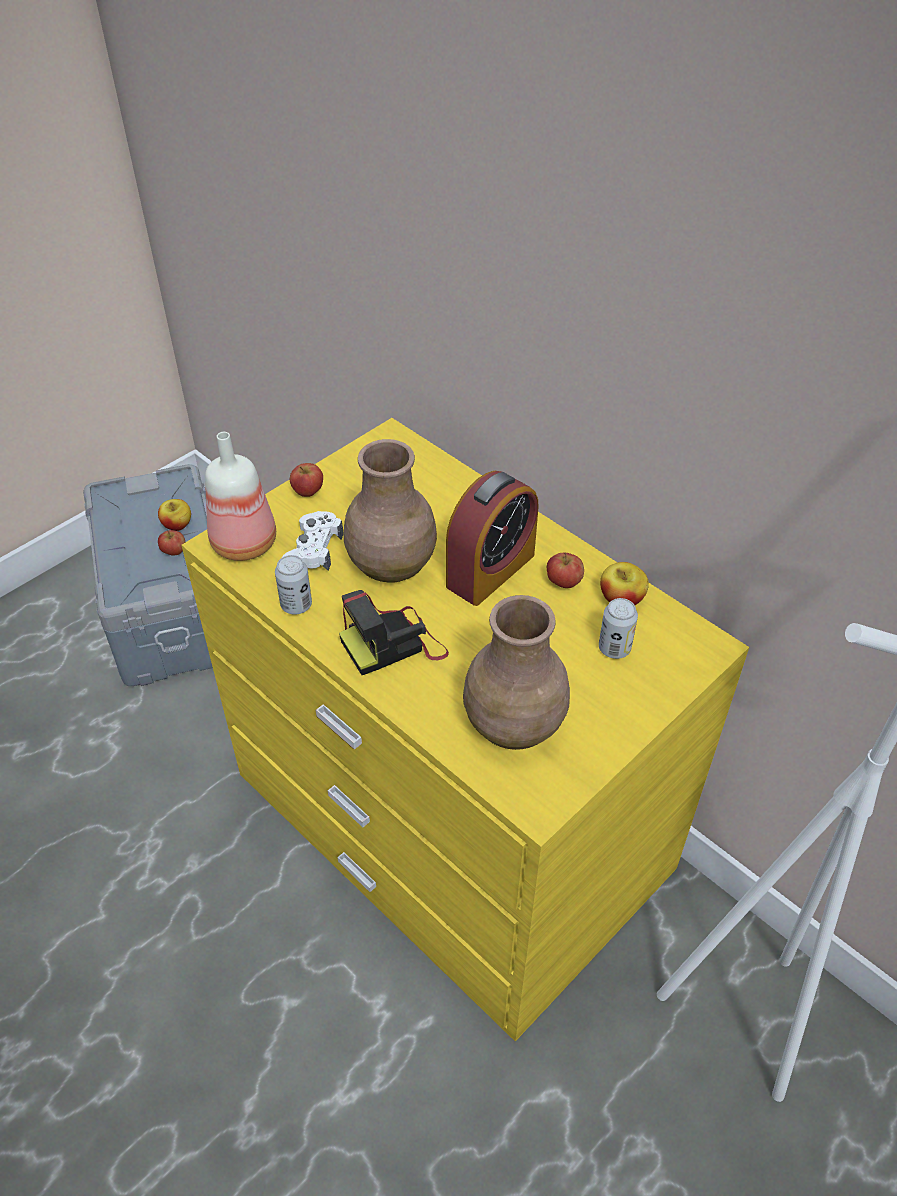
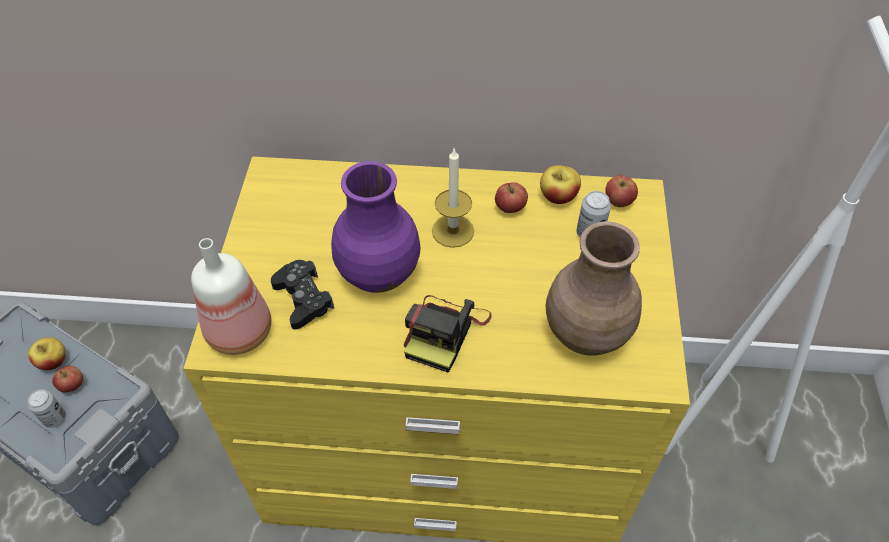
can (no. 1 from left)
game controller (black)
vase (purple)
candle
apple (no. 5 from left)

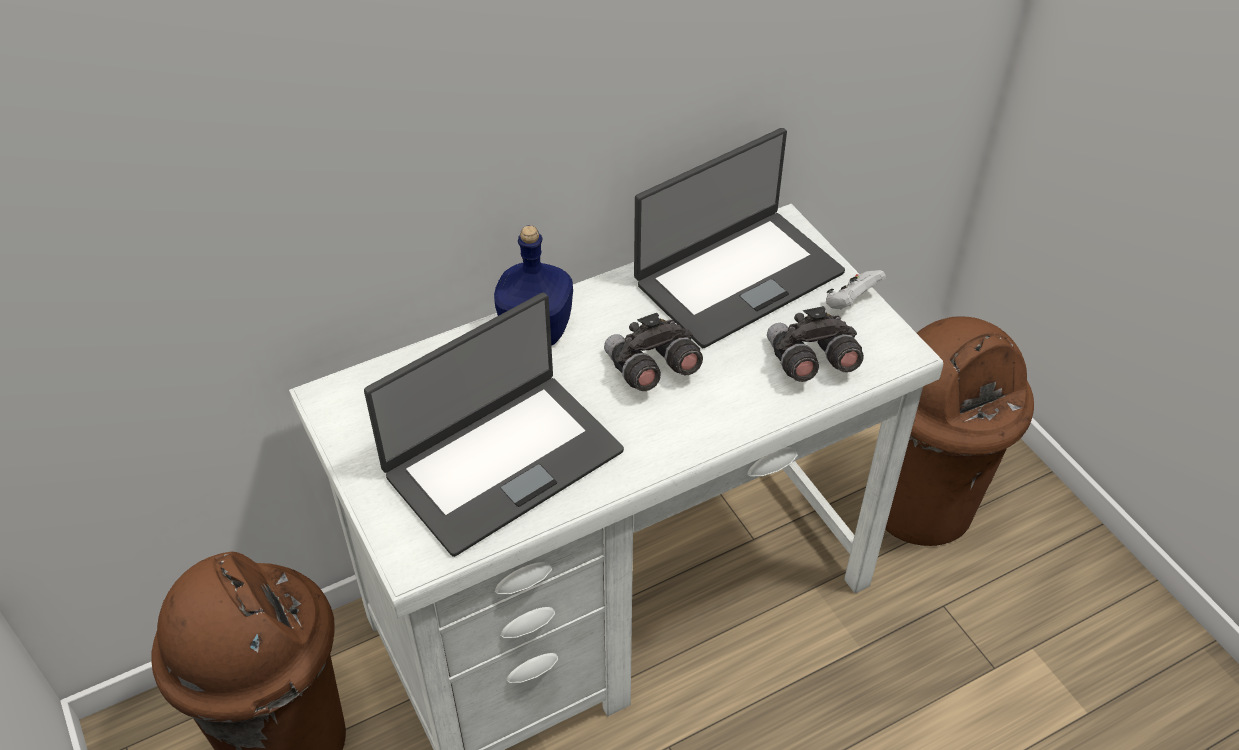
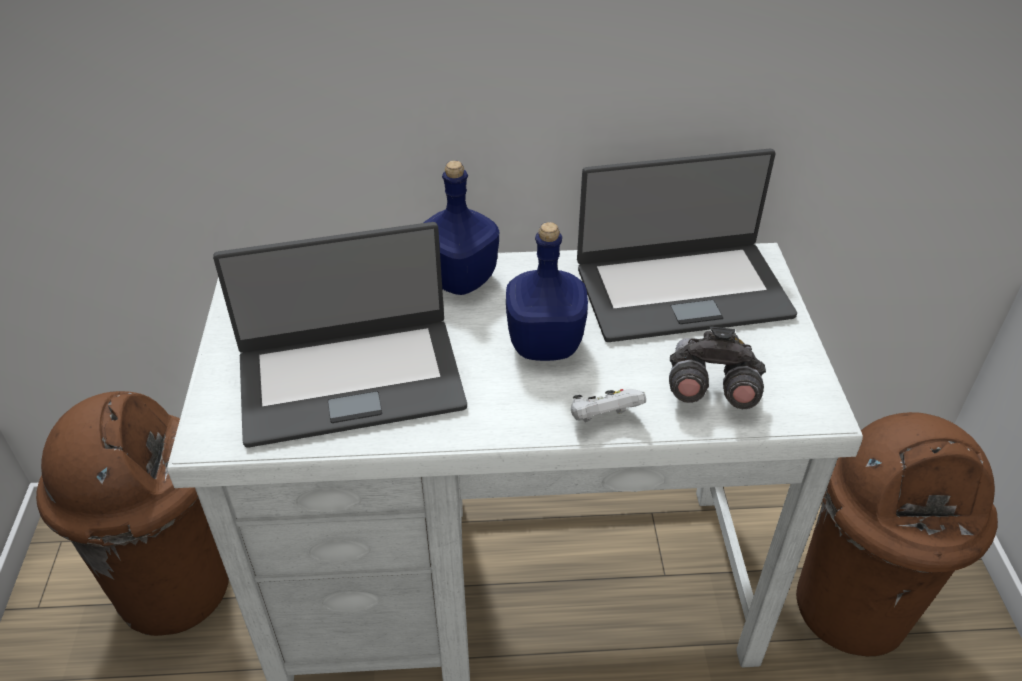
bottle (blue) (no. 2 from left)
game controller (white)

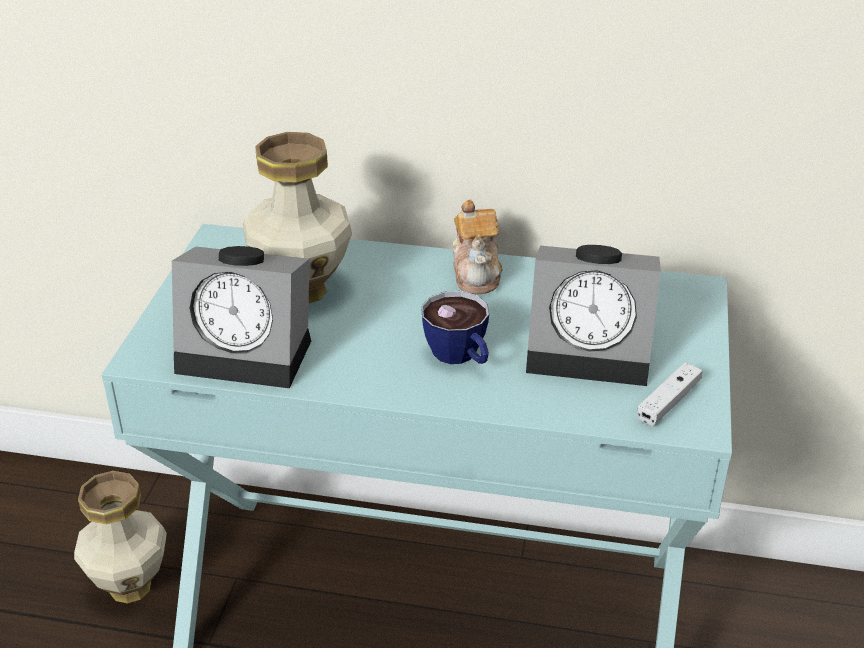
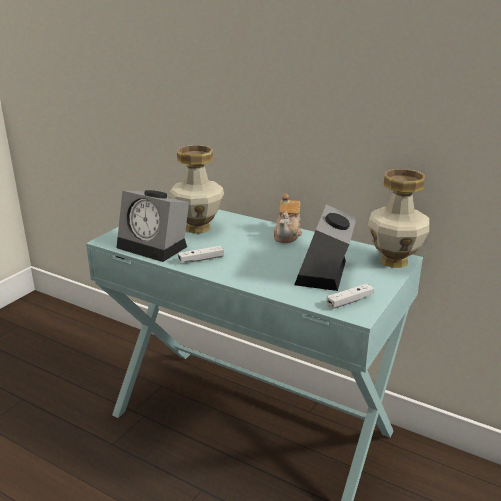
game controller (white) (no. 1 from left)
alarm clock (no. 2 from left)
vase (no. 2 from left)
cup

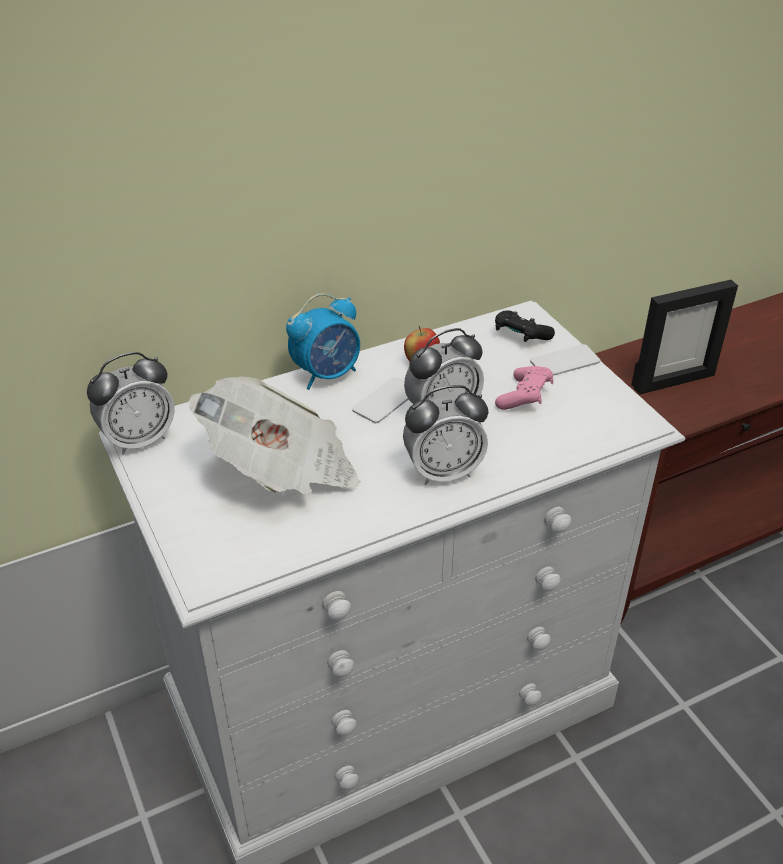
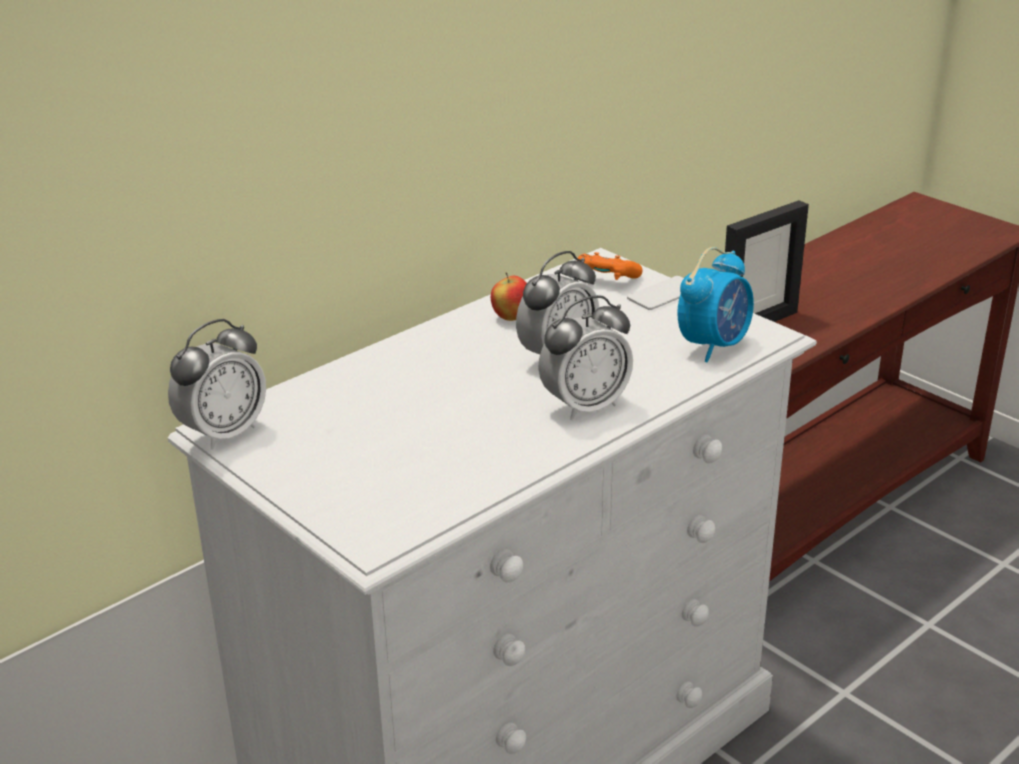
game controller (orange)
alarm clock (no. 4 from left)
newspaper
phone (no. 1 from left in the first image)
game controller (pink)

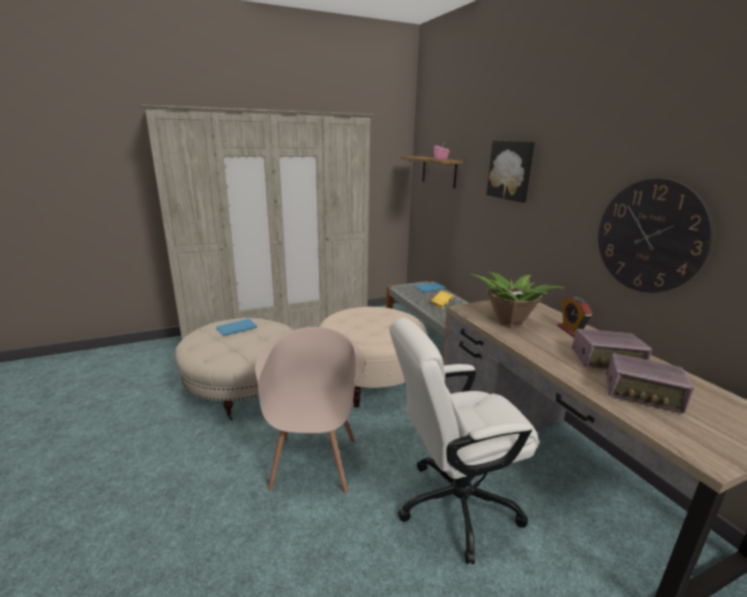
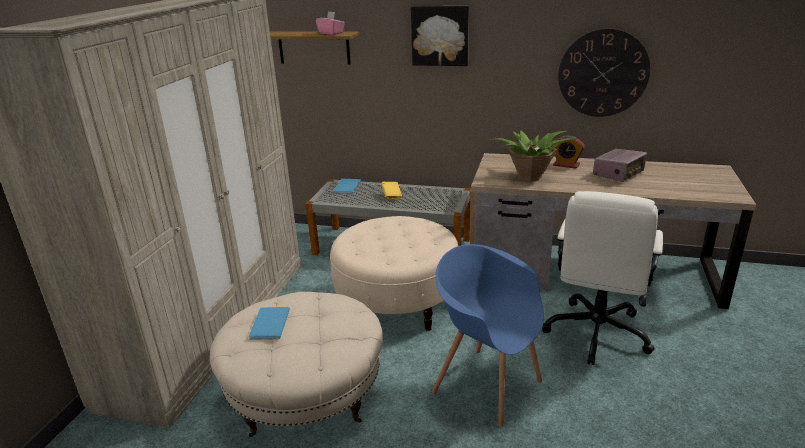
chair (blue)
radio (no. 2 from left in the first image)

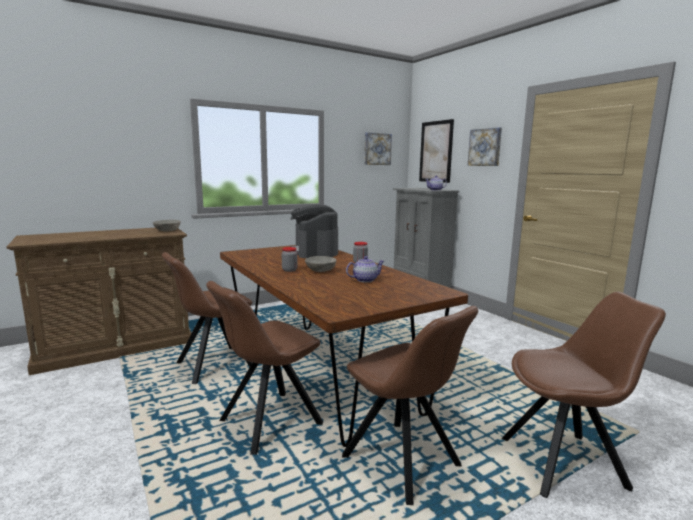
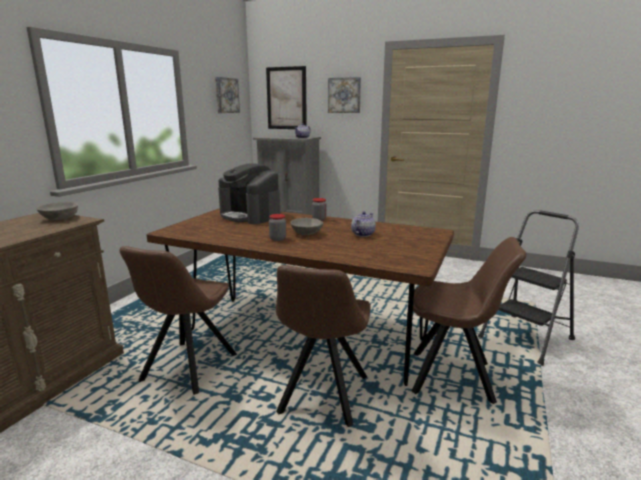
step ladder (black)

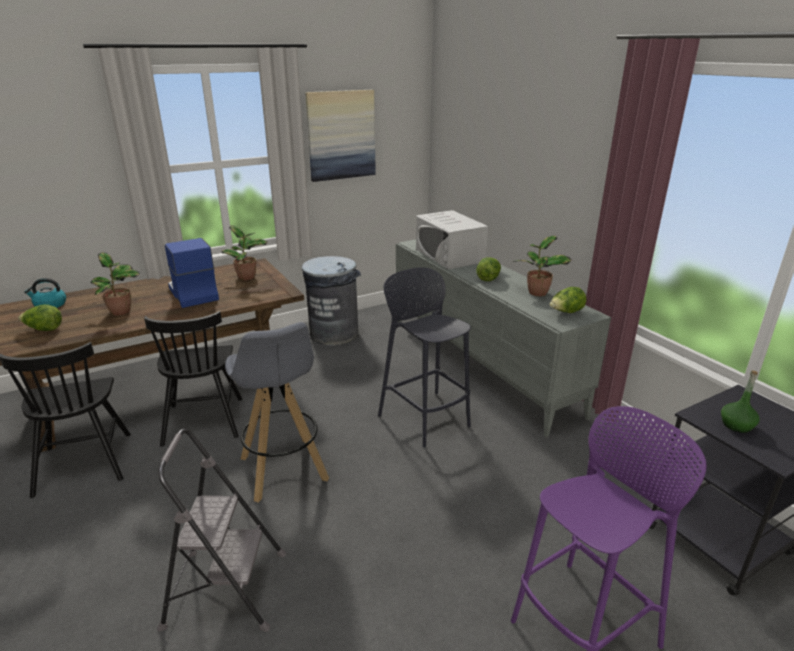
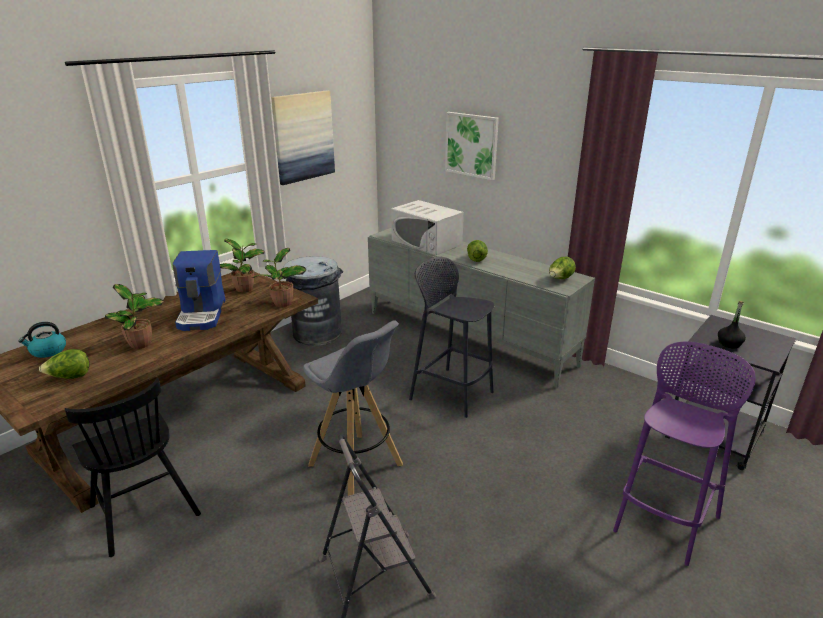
coffee machine
potted plant (no. 3 from left)
picture (no. 2 from left)
bottle (black)
chair (black) (no. 2 from left in the first image)

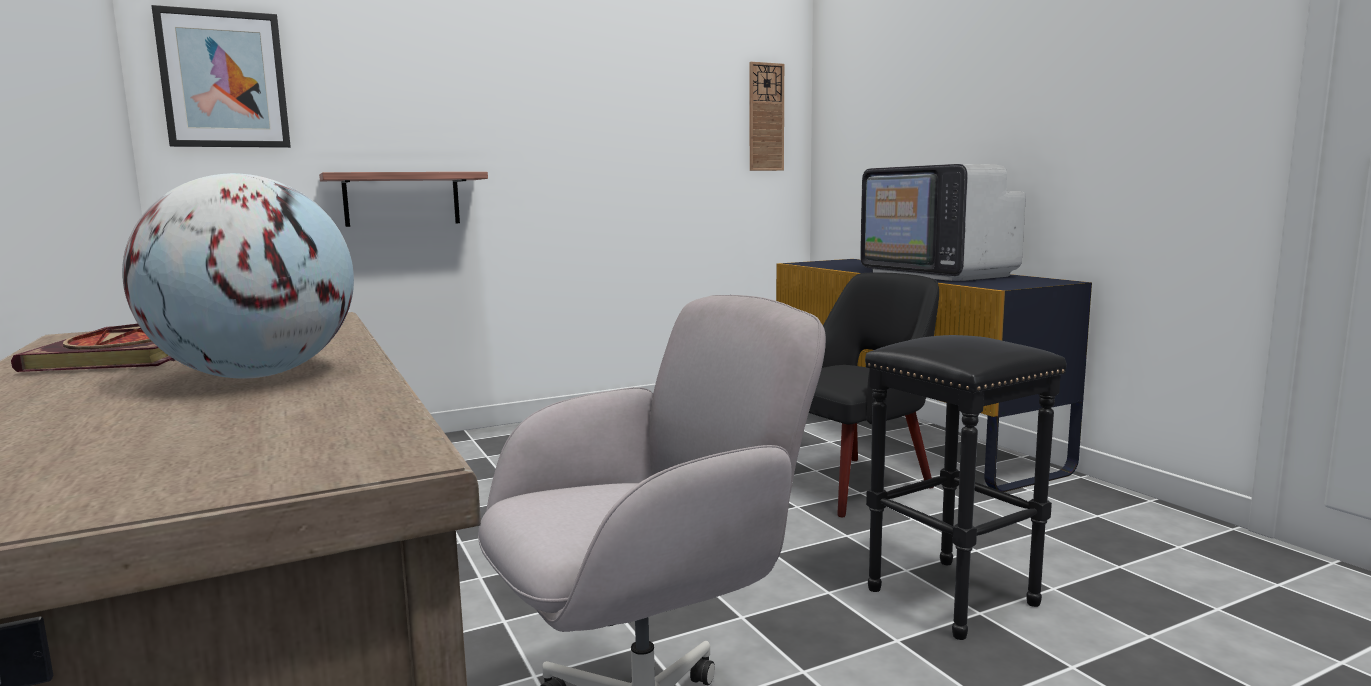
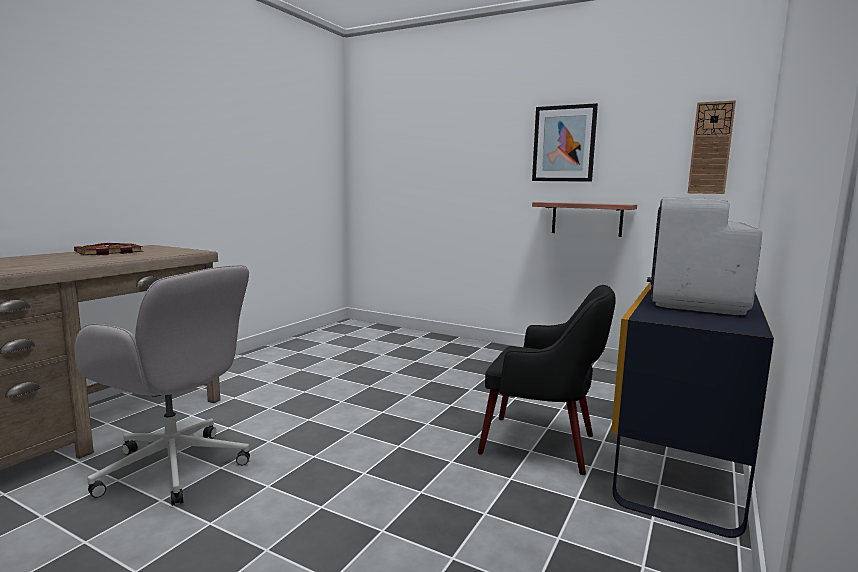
picture
shelf
globe
stool (black)

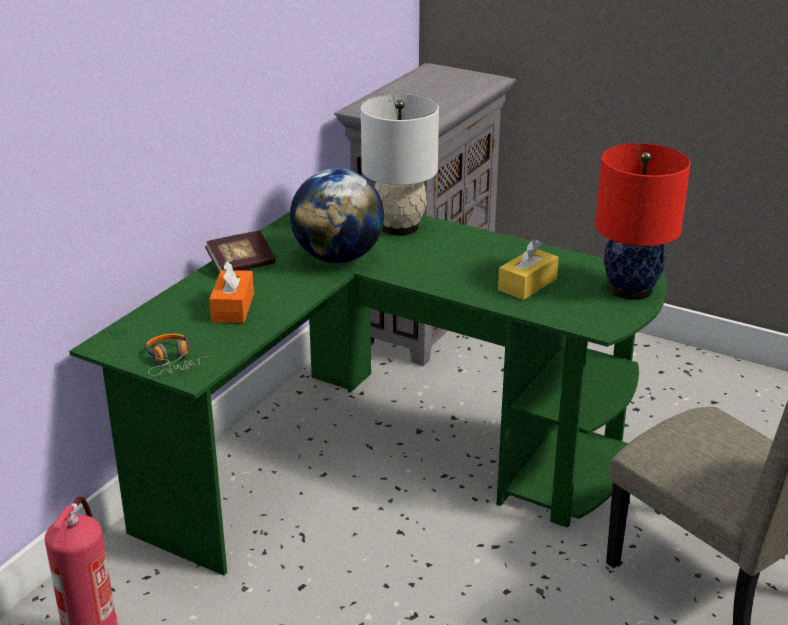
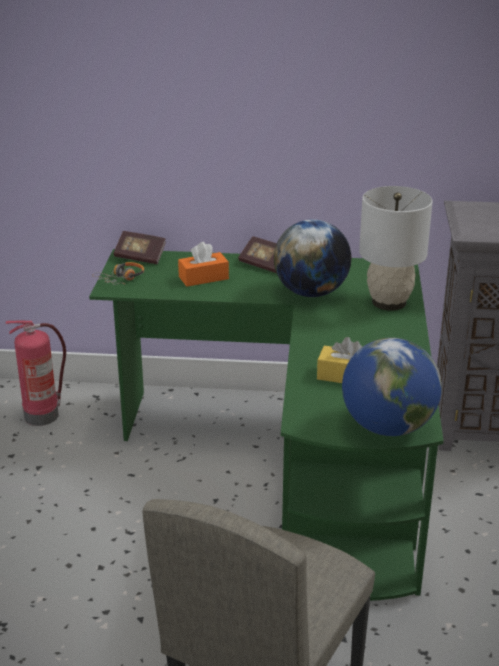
book (no. 1 from left)
globe (no. 2 from left)

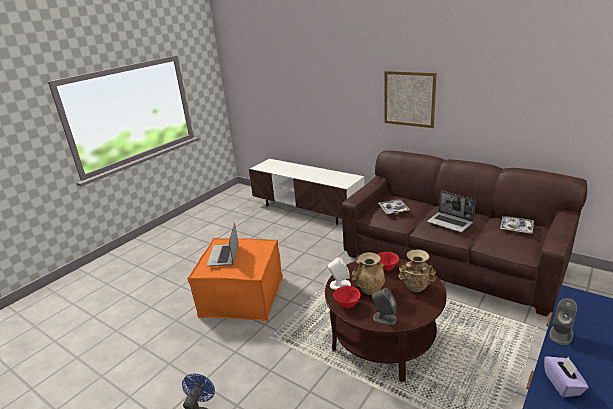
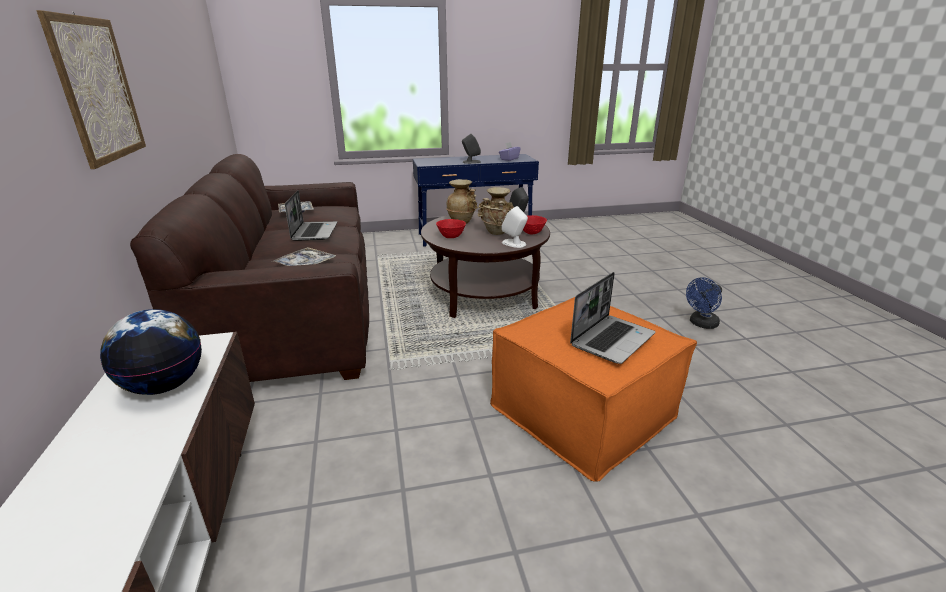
globe

